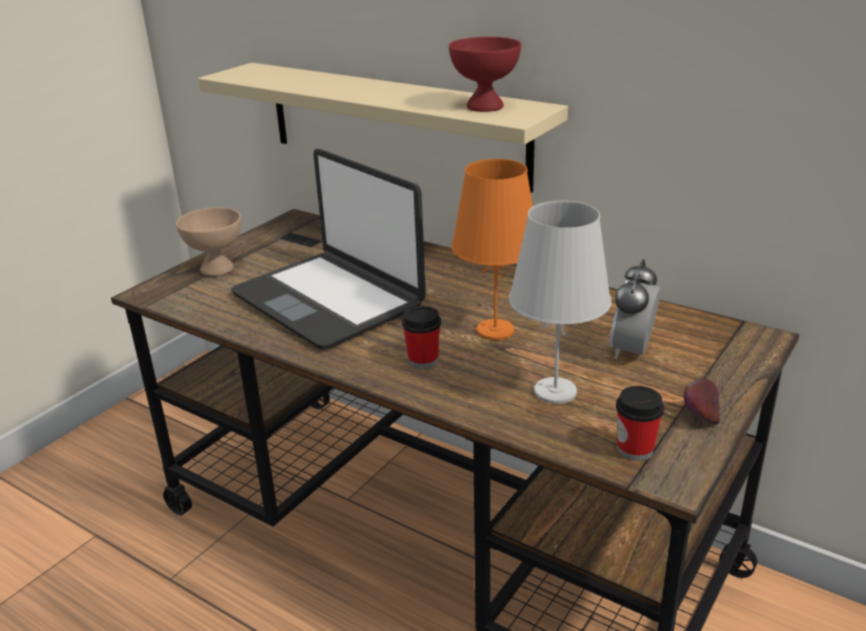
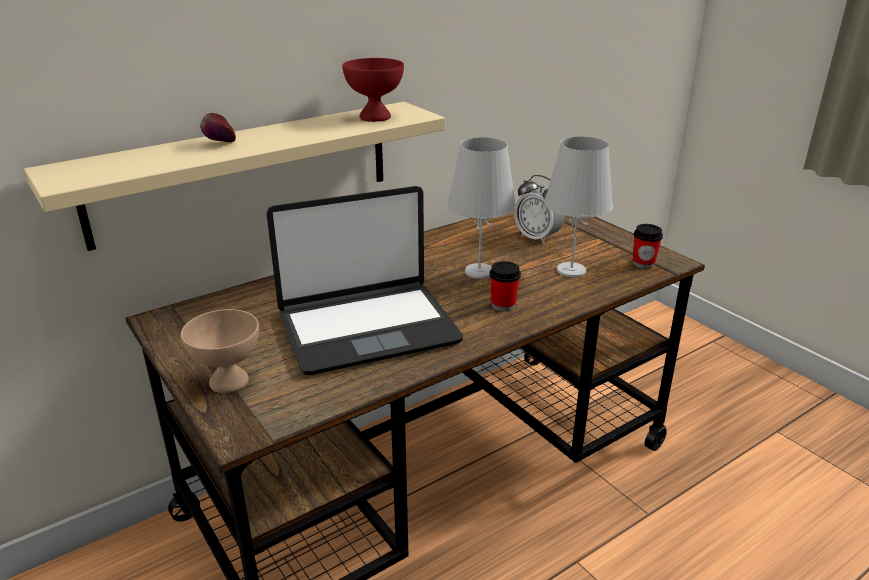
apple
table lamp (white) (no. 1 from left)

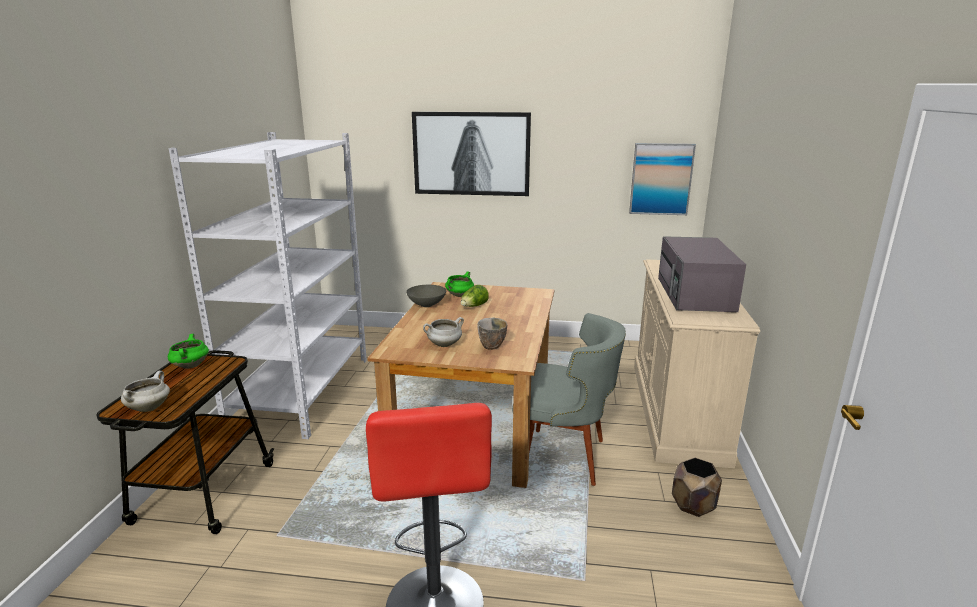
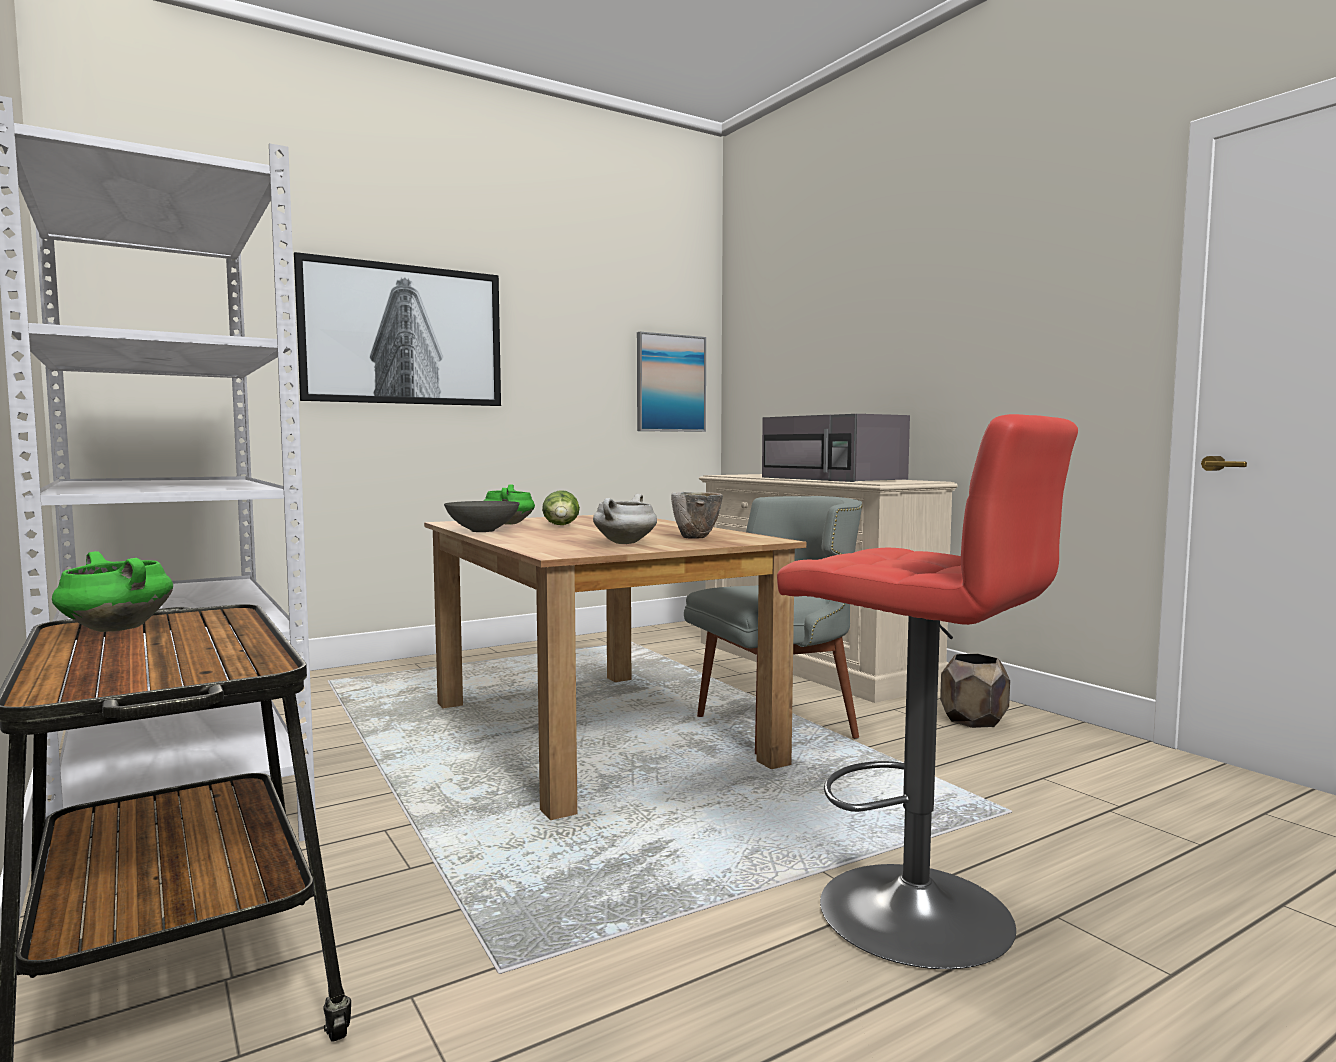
cooking pot (white) (no. 1 from left in the first image)

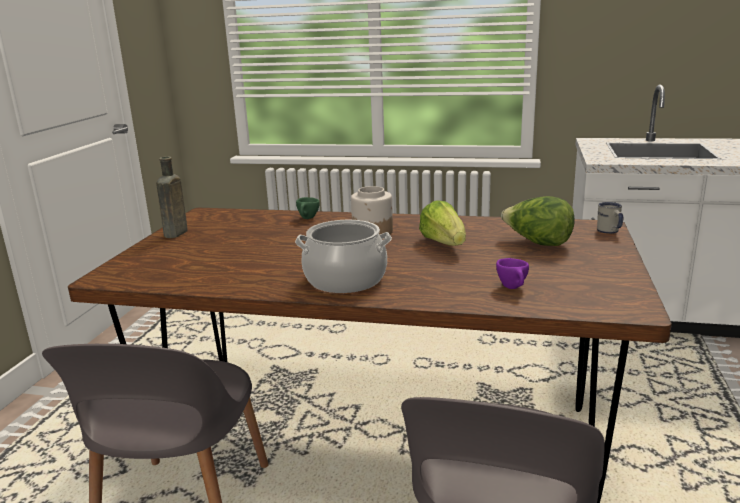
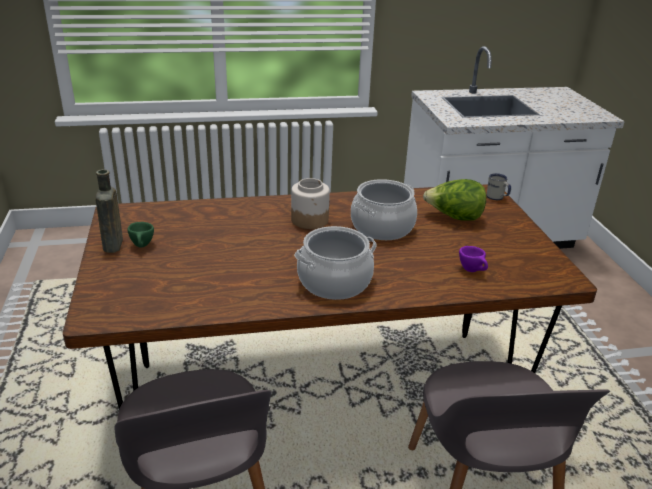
cup (green)
cooking pot (no. 2 from left)

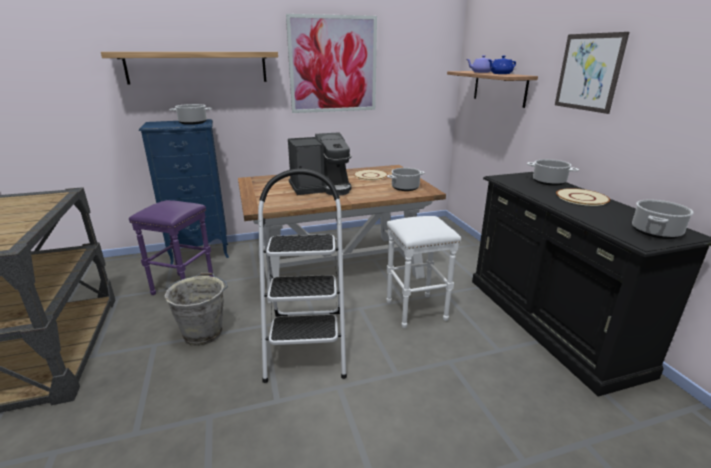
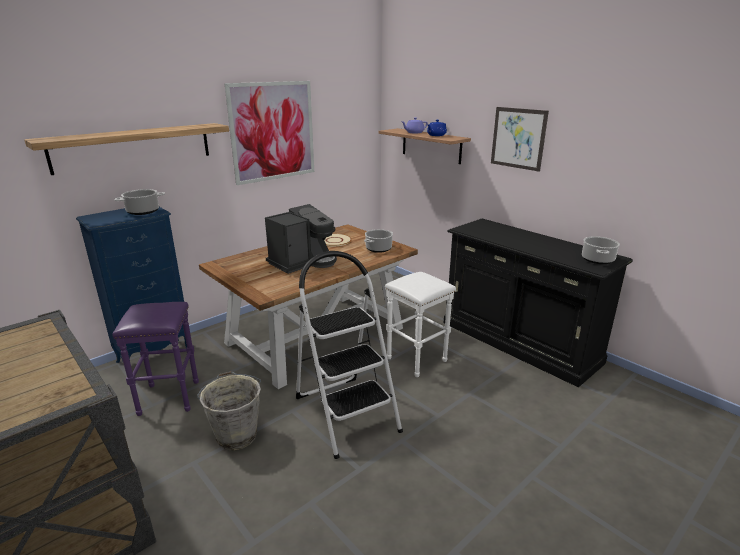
cooking pot (no. 3 from left in the first image)
plate (beige) (no. 2 from left in the first image)

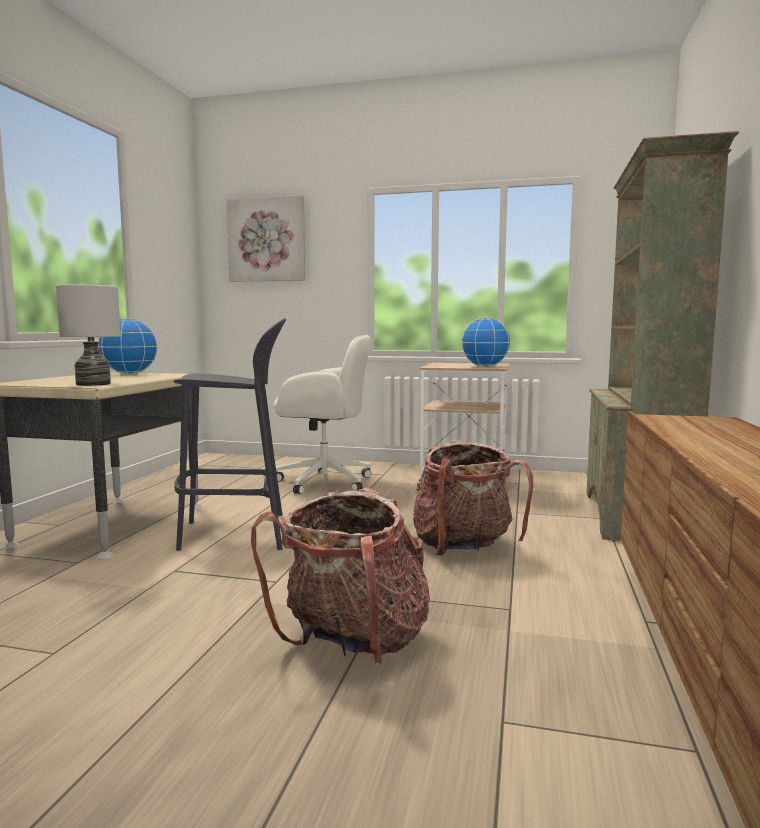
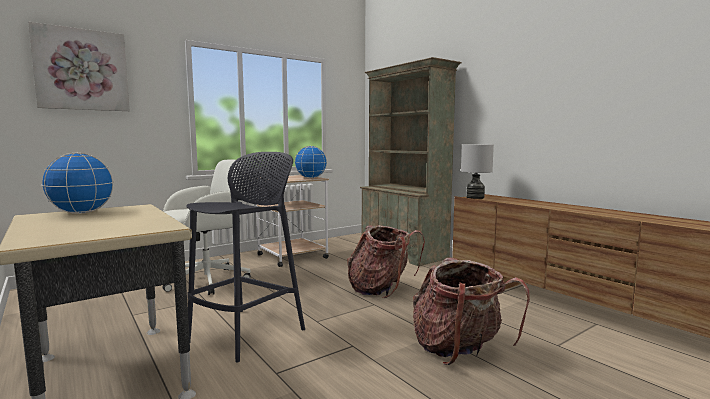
table lamp (grey)

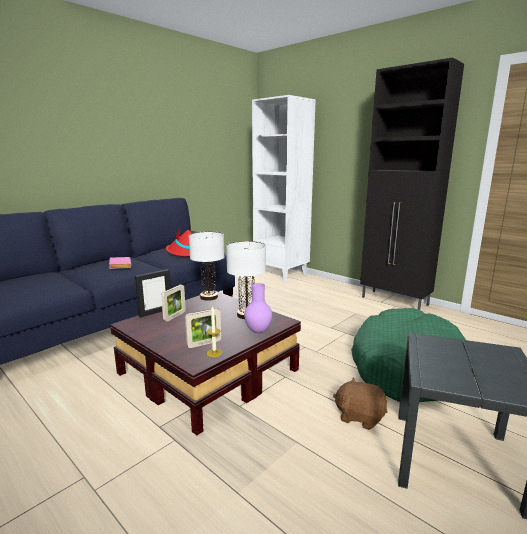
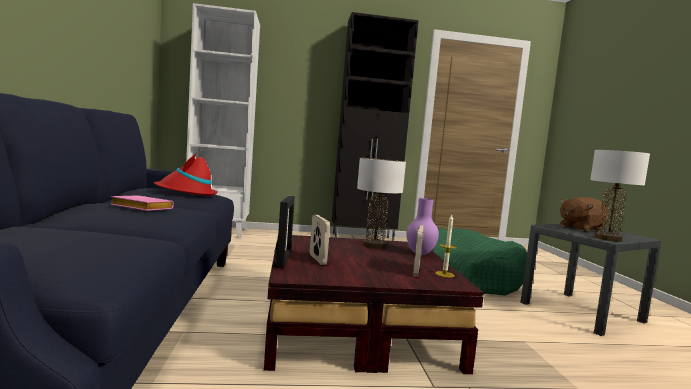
plush toy (brown)
table lamp (no. 2 from left)

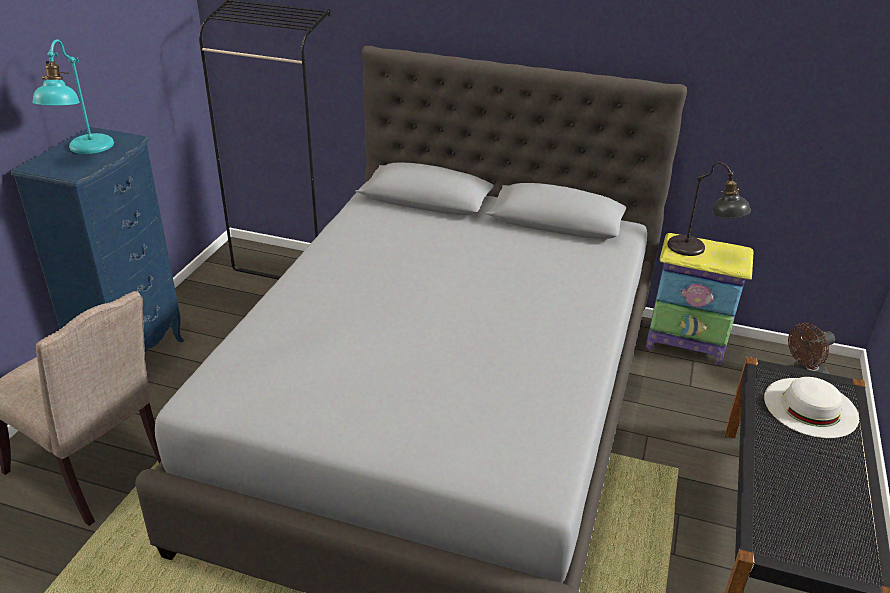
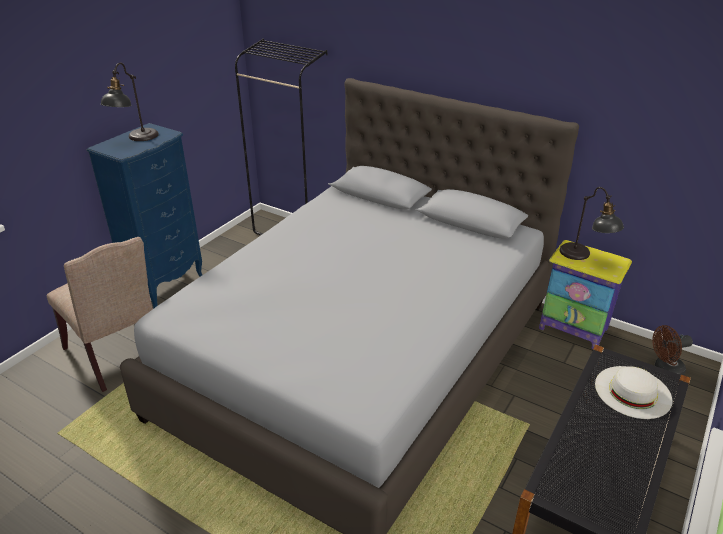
table lamp (grey) (no. 1 from left)

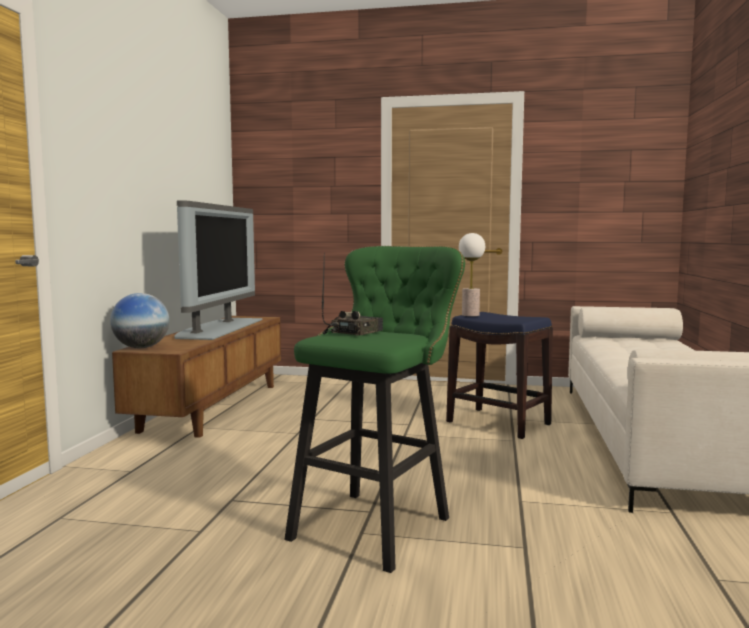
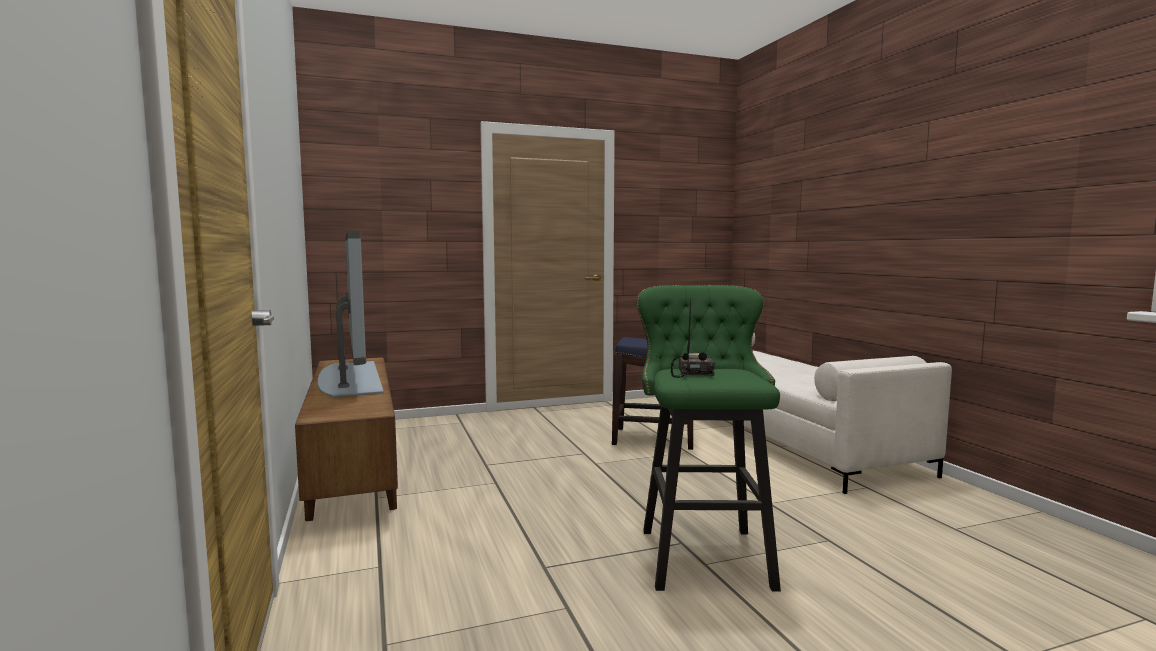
globe
table lamp

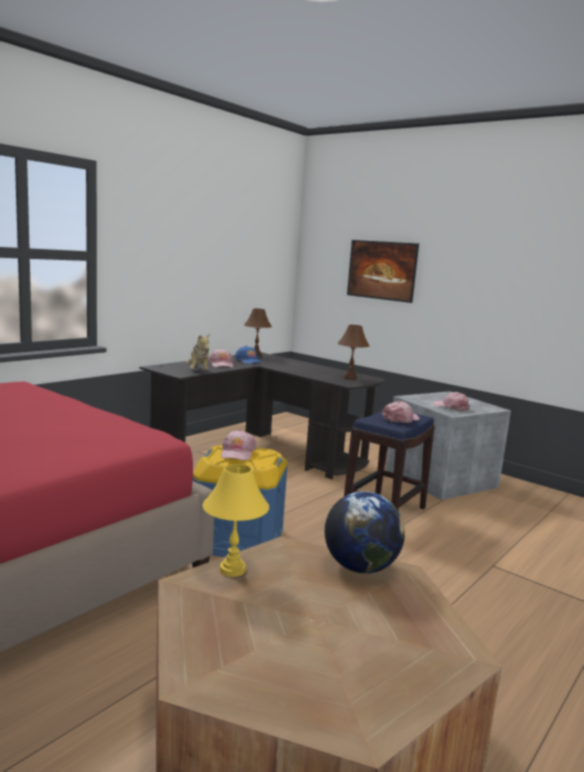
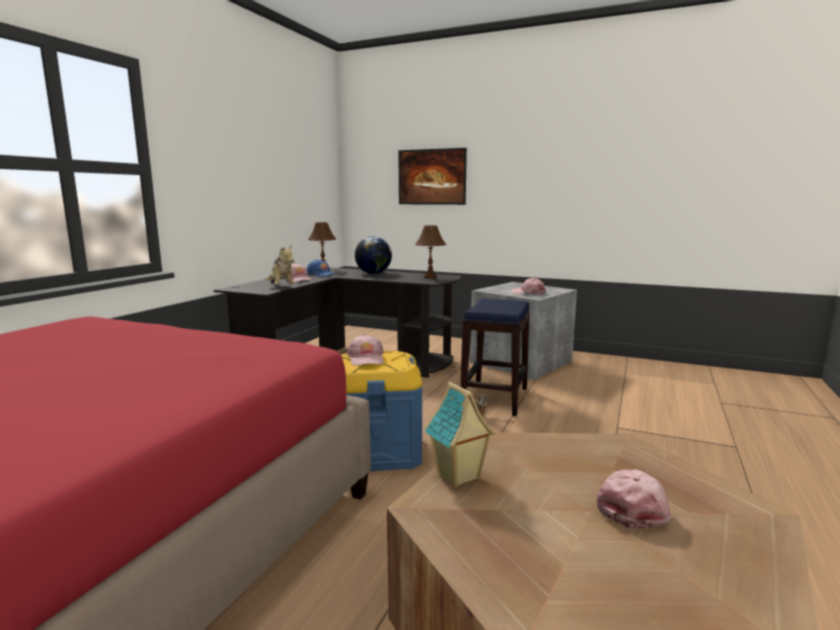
globe
toy house
cap (pink) (no. 4 from left)

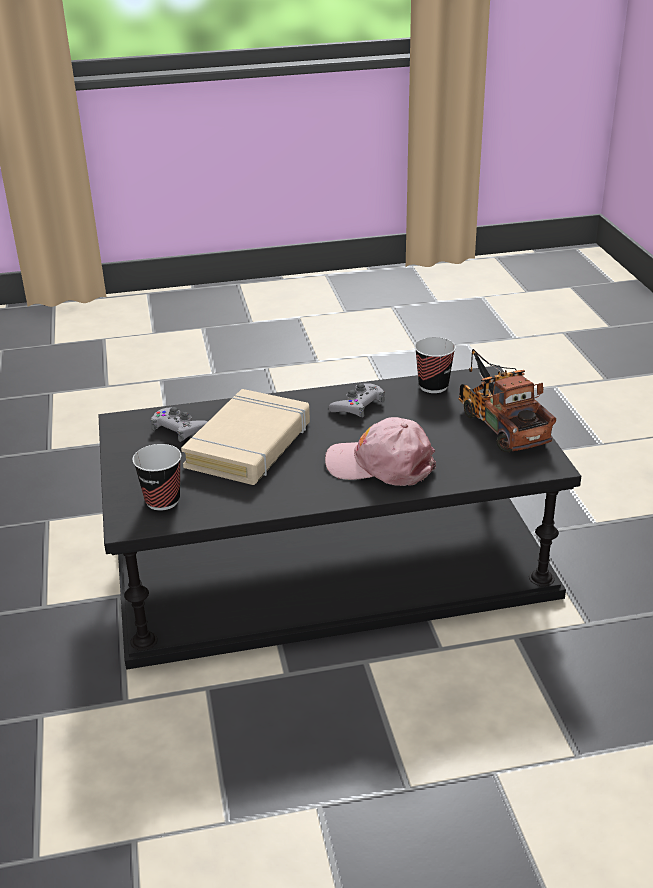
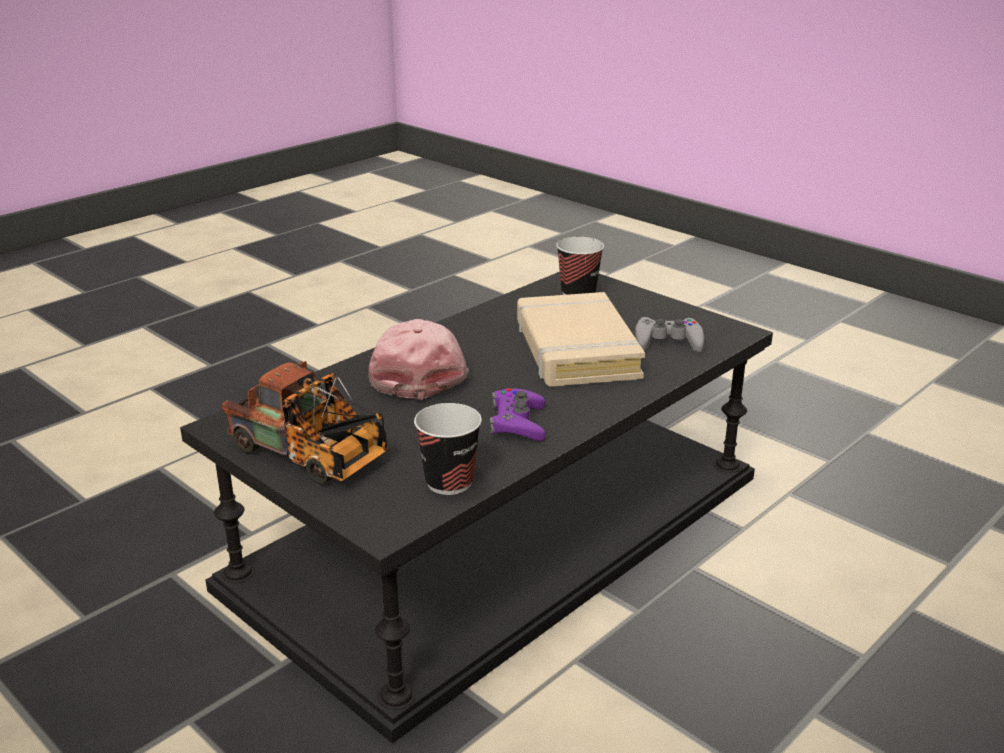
cap (pink)
game controller (purple)

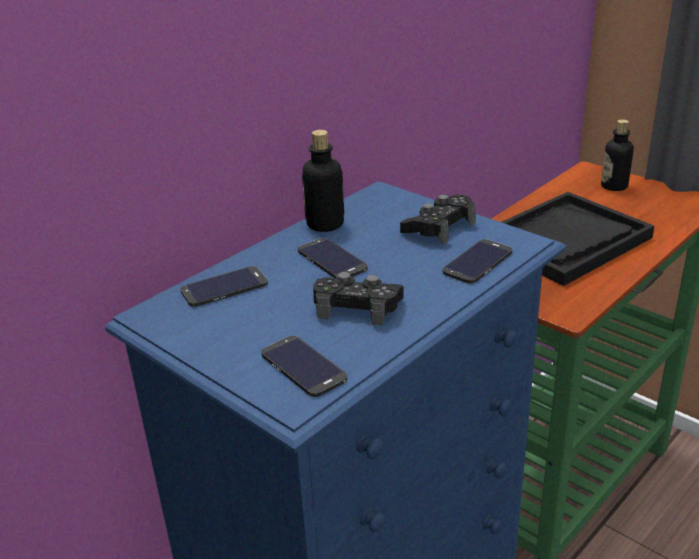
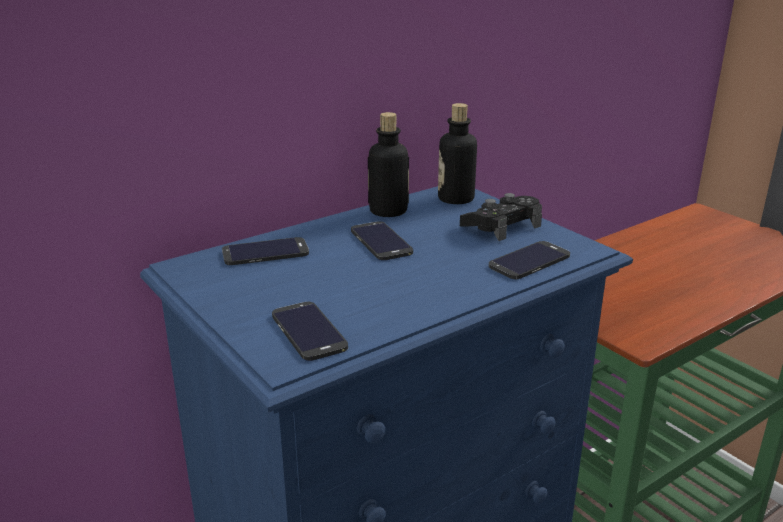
bottle (no. 2 from left)
game controller (black) (no. 1 from left in the first image)
tray (black)

